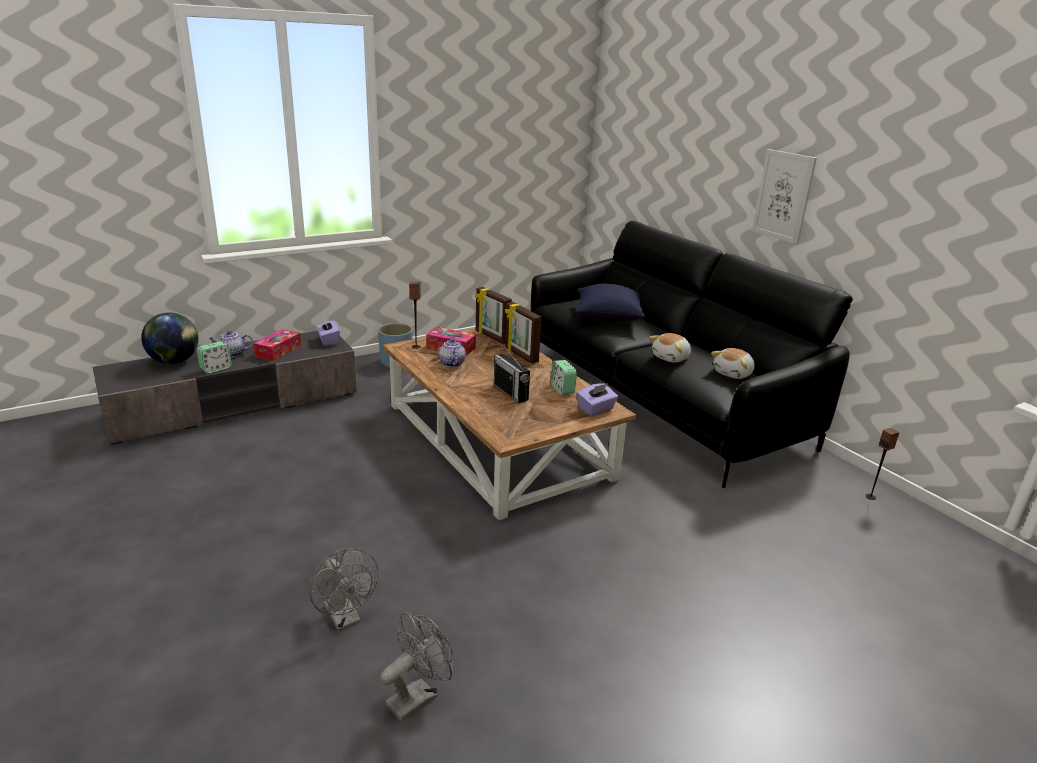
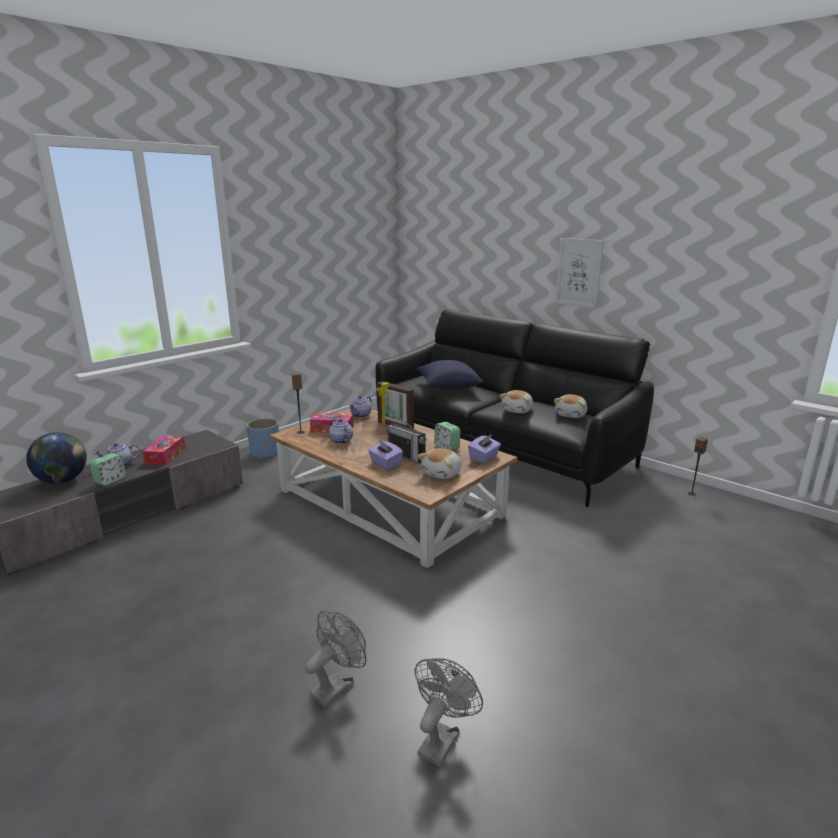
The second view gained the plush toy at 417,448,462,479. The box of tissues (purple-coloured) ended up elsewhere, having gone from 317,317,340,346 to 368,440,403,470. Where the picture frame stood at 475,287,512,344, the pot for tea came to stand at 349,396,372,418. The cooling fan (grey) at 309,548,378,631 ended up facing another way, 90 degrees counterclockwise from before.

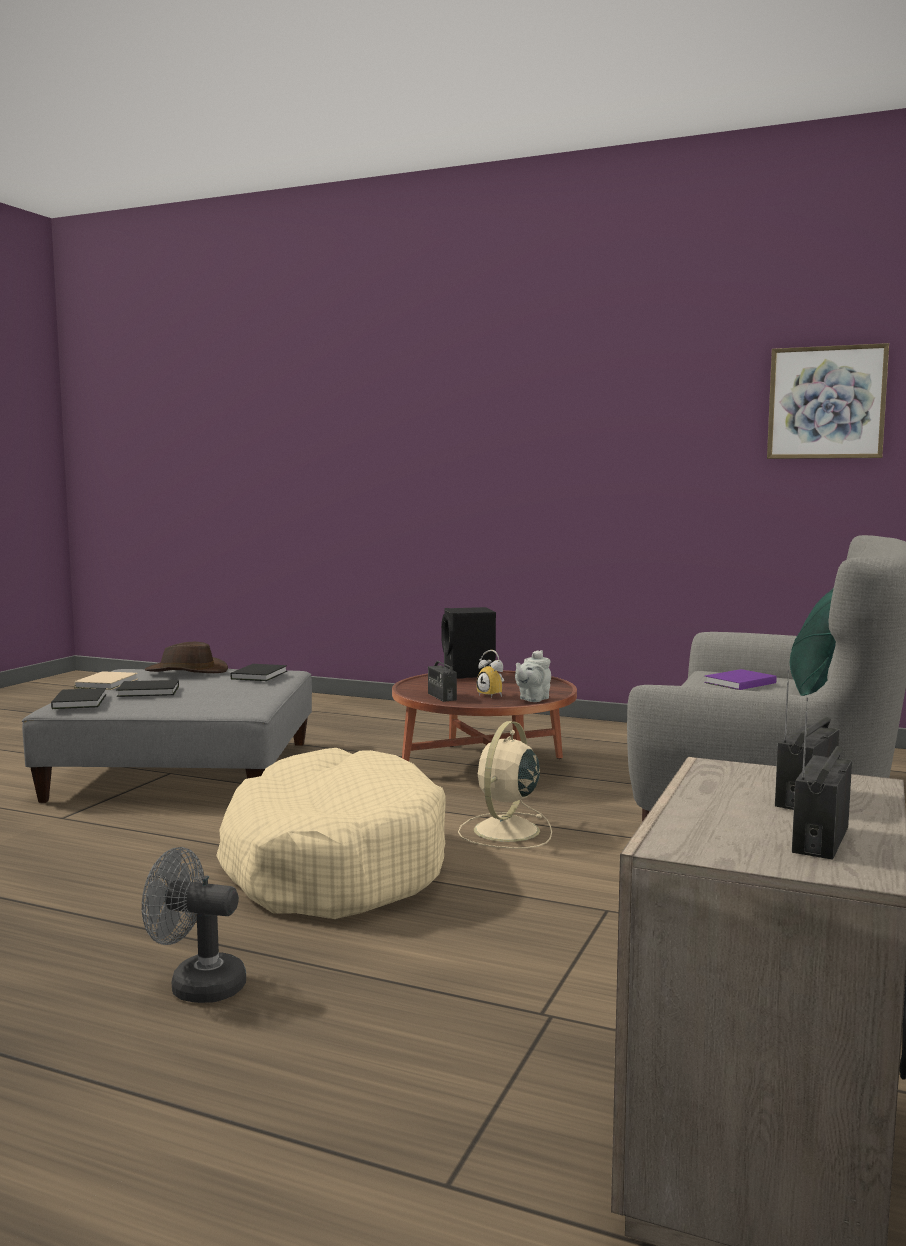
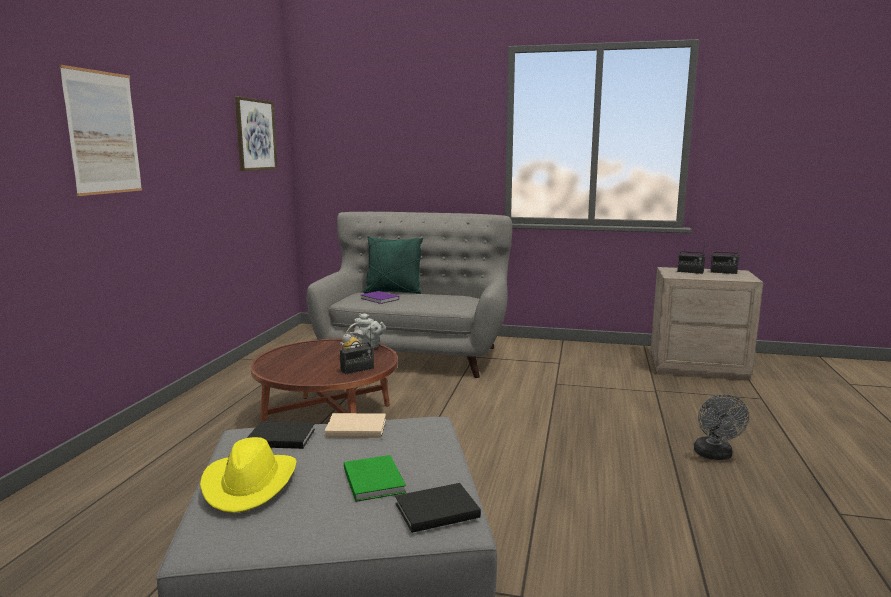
The second view lost the dog bed (beige-coloured) at 216,748,445,919. The second view lost the audio speaker (black) at 441,607,496,679. The second view lost the cooling fan (beige-coloured) at 458,721,552,849. The second view gained the picture at 59,65,142,196. The book (beige-coloured) ended up elsewhere, having gone from 74,671,138,690 to 325,413,386,438. What was the book (black) at 116,680,179,697 turned into the book (greenish) at 344,455,406,502. What was the clothing hat (brown) at 145,642,228,673 turned into the clothing hat (yellow-coloured) at 200,437,297,513.

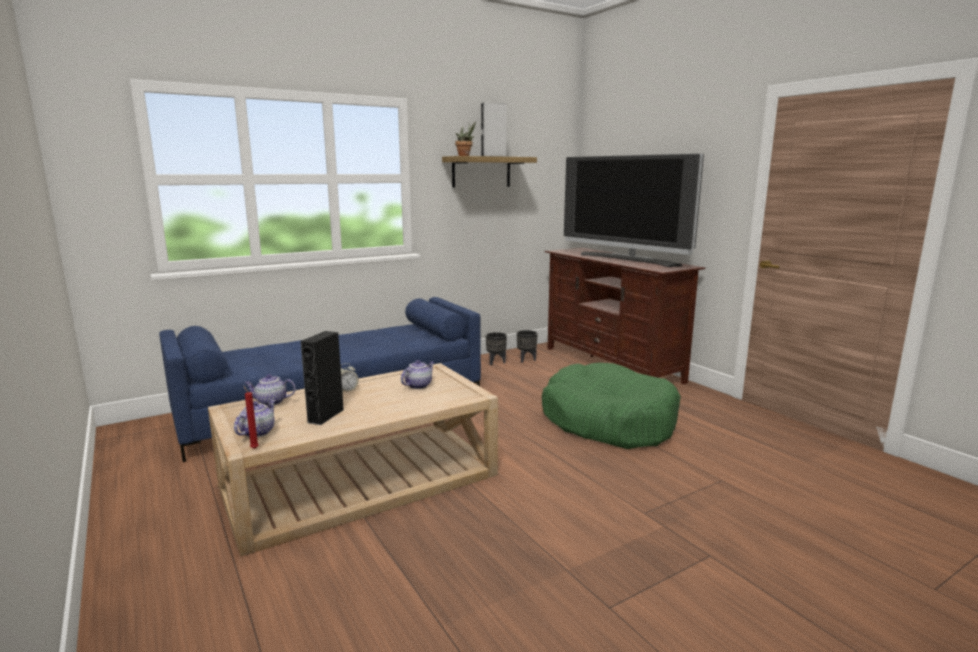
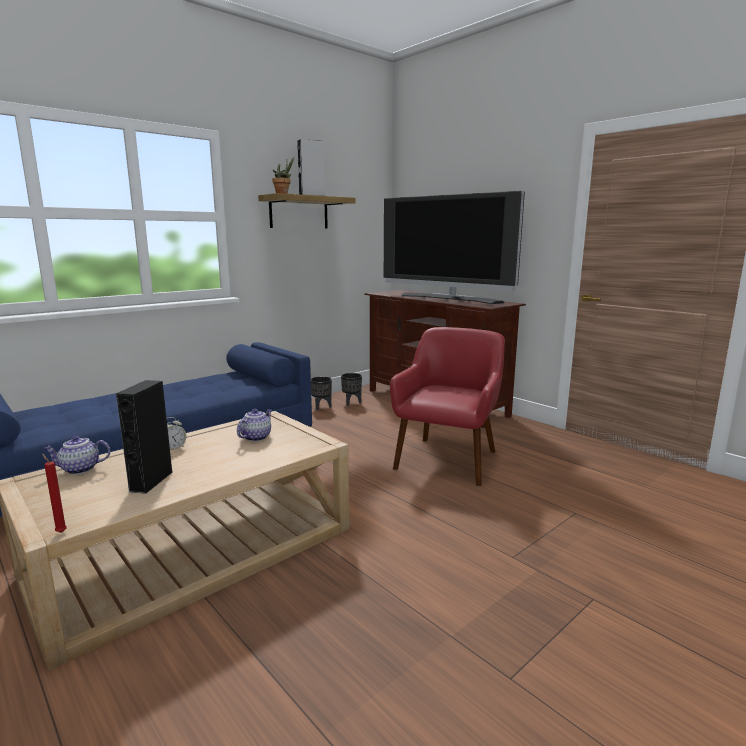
The second view lost the pot for tea at 234,400,276,437. Where the dog bed (greenish) stood at 542,363,681,449, the lounge chair (red-coloured) came to stand at 390,327,505,487.

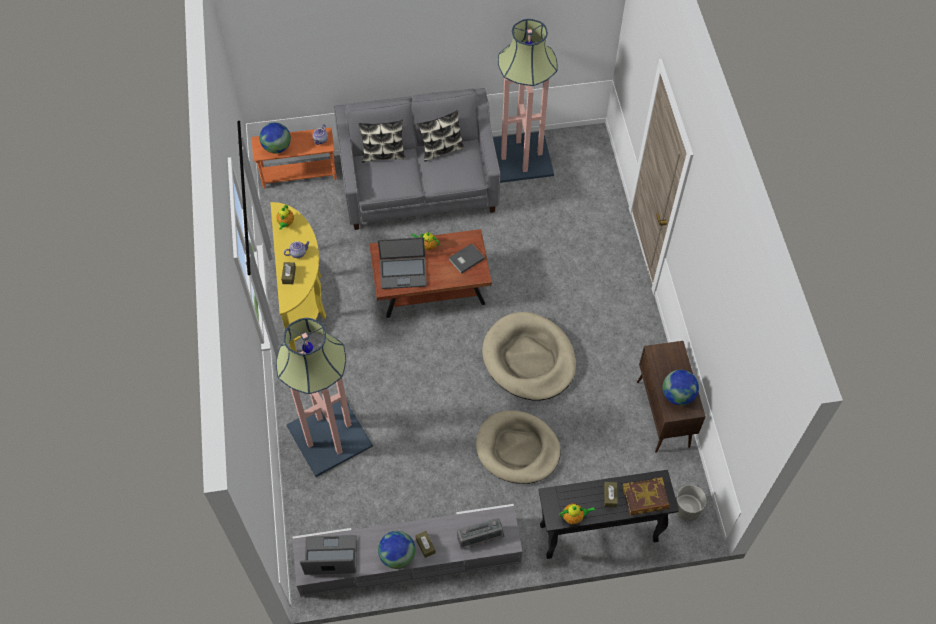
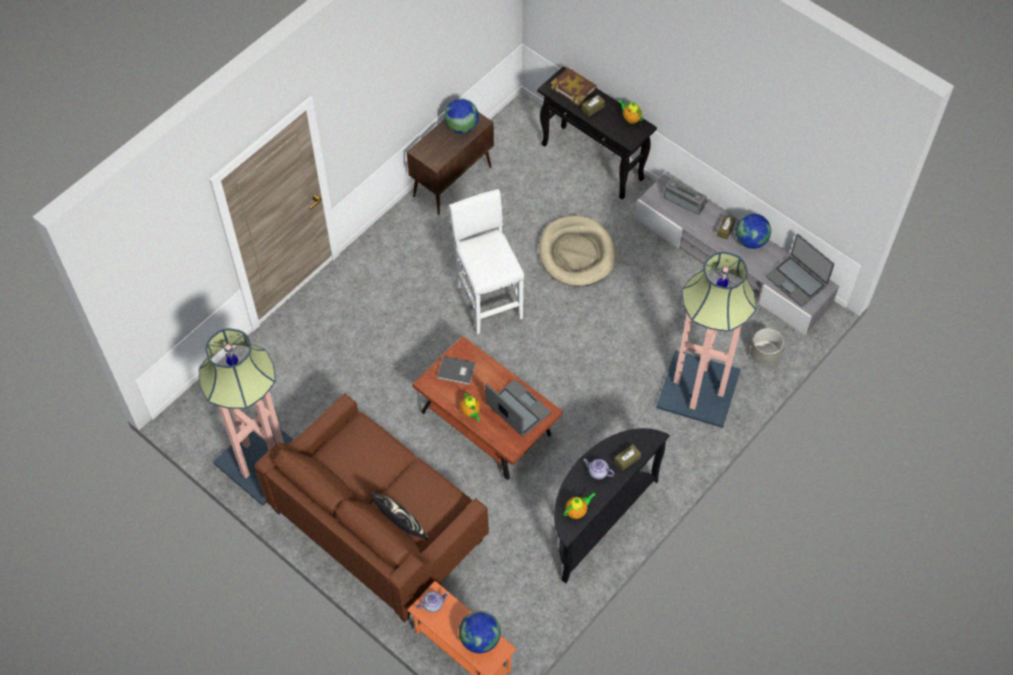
The second view lost the cushion at 417,110,465,162. The flower pot (grey) ended up elsewhere, having gone from 675,485,706,521 to 750,328,783,366. Where the dog bed (beige-coloured) stood at 482,312,576,401, the stool seat (white-coloured) came to stand at 449,189,524,334. What was the hall table (yellow-coloured) at 270,202,326,352 turned into the hall table (black) at 554,428,670,583. What was the couch (grey) at 334,88,500,230 turned into the couch (brown) at 254,393,489,622.

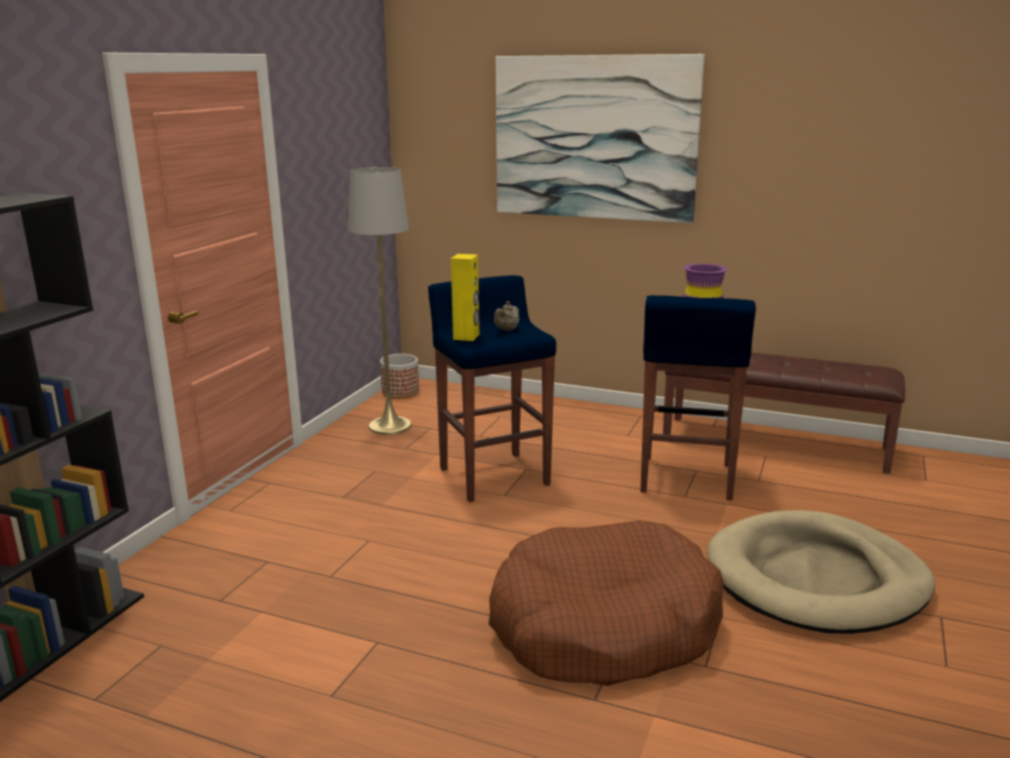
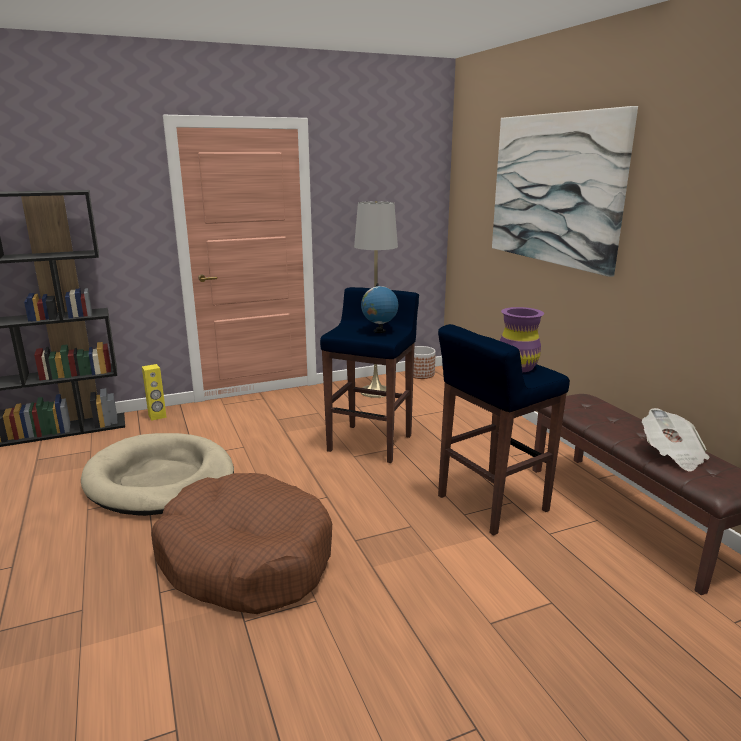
The second view gained the daily paper at 642,408,710,472. The audio speaker (yellow-coloured) ended up elsewhere, having gone from 451,254,479,341 to 142,364,167,421. The dog bed (beige-coloured) ended up elsewhere, having gone from 707,510,935,634 to 81,433,234,516. Where the pot for tea (beige-coloured) stood at 494,301,519,331, the globe came to stand at 361,283,398,333.

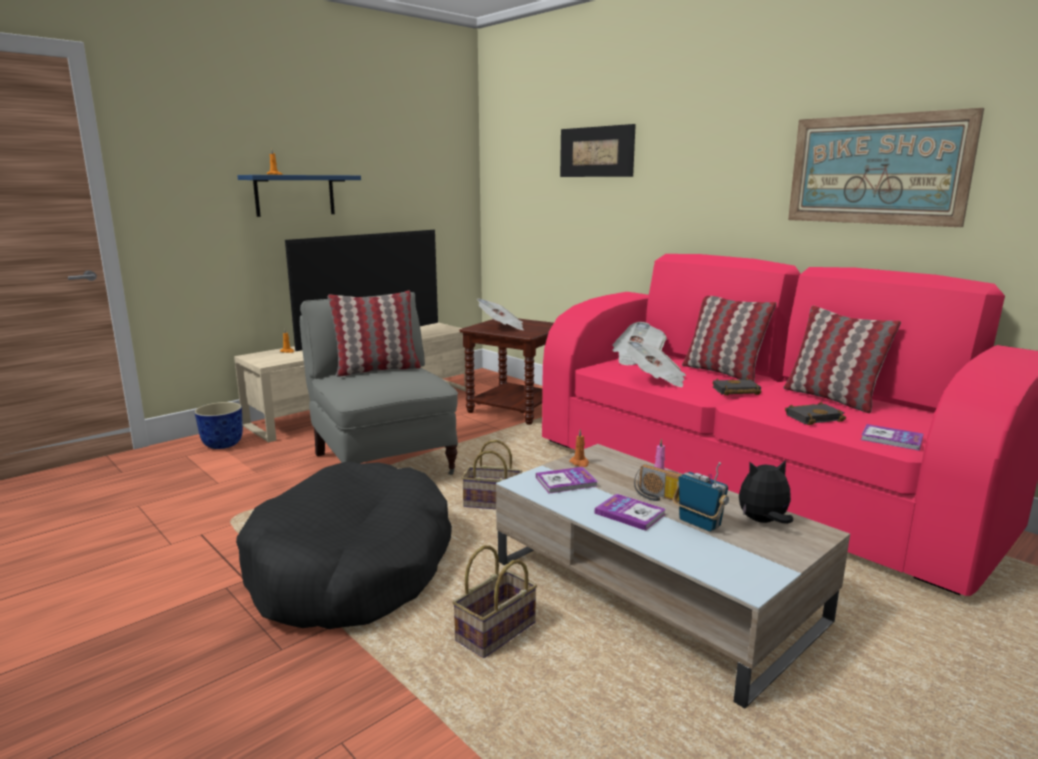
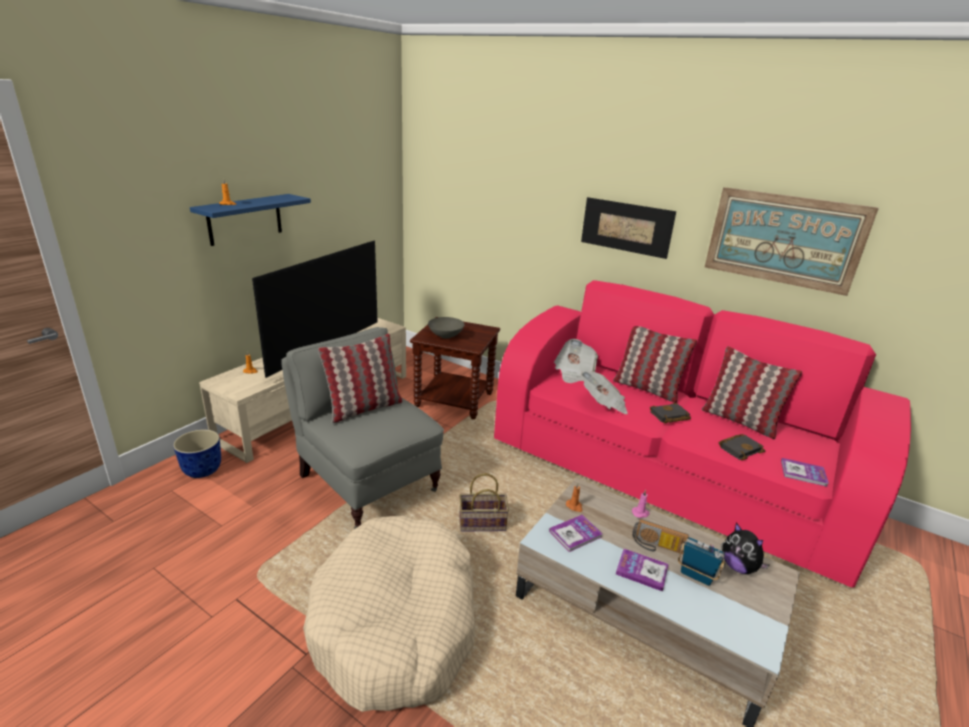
The second view lost the basket at 452,545,537,658. The picture ended up elsewhere, having gone from 560,124,636,177 to 581,197,676,259. Where the daily paper stood at 477,298,524,330, the deep dish (grey) came to stand at 428,317,465,339. What was the dog bed (black) at 236,461,452,629 turned into the dog bed (beige-coloured) at 303,515,475,712. The plush toy at 739,460,793,524 ended up facing another way, 105 degrees counterclockwise from before.

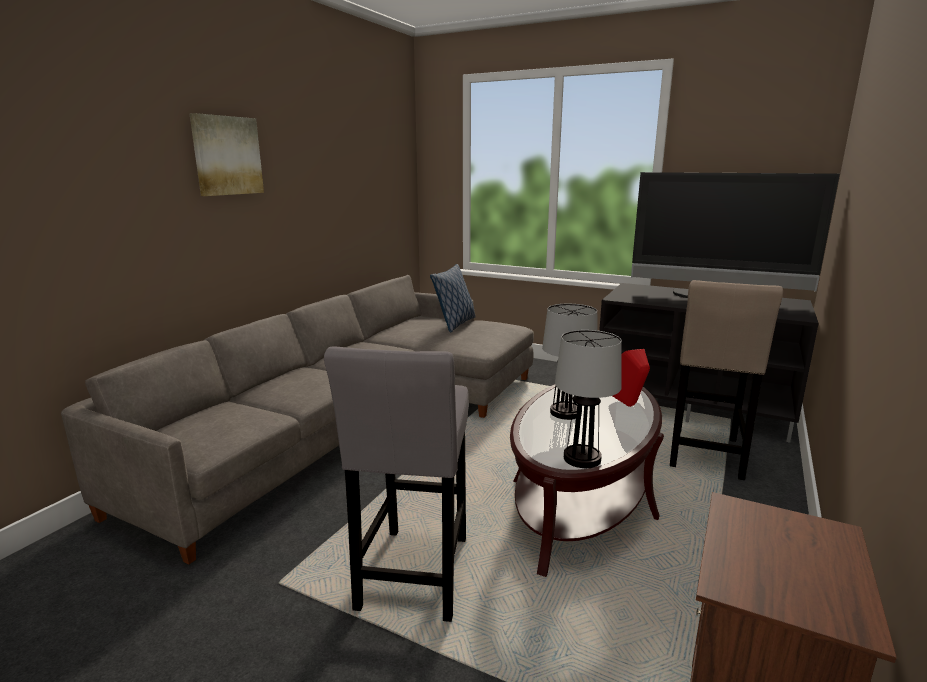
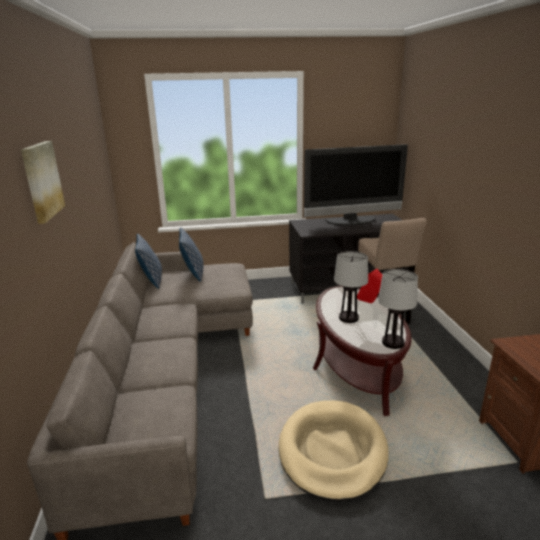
The second view gained the cushion at 135,234,162,289. Where the stool seat (grey) stood at 324,346,469,622, the dog bed (beige-coloured) came to stand at 279,400,389,502.

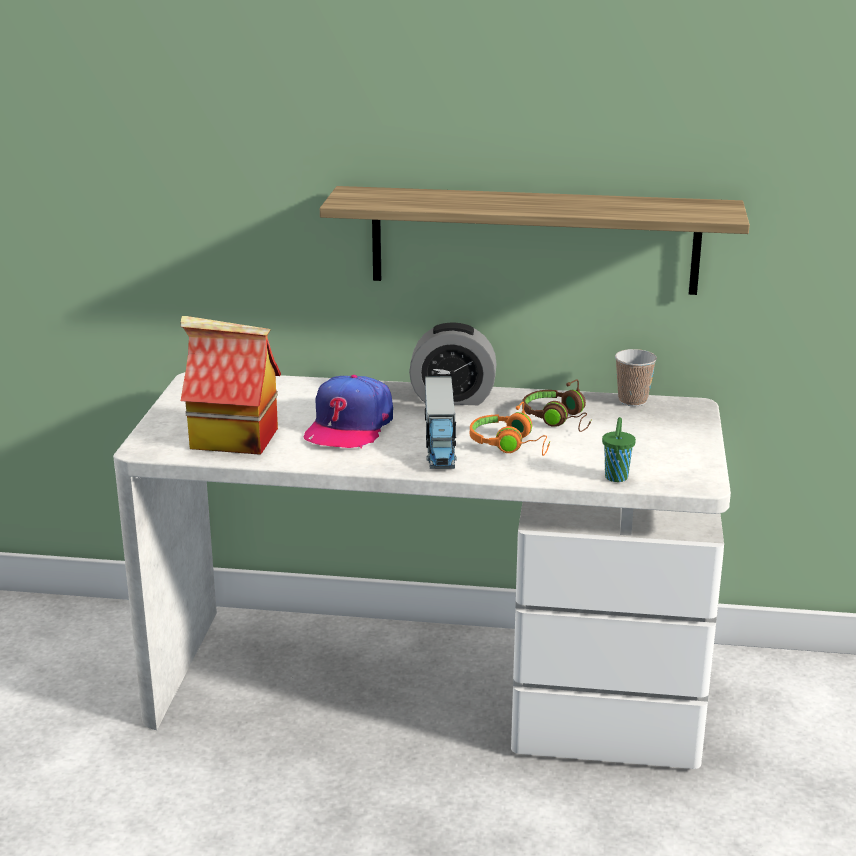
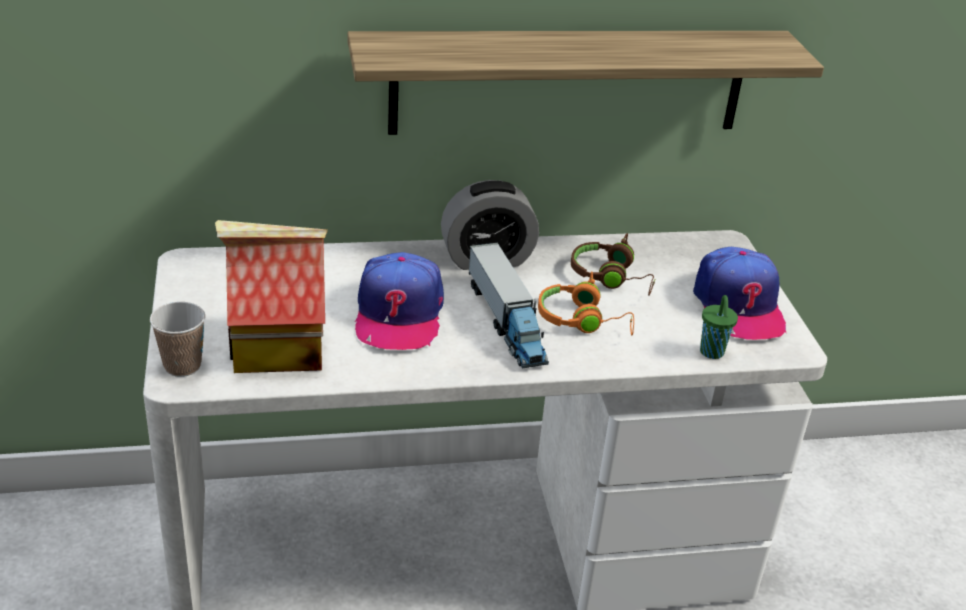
The second view gained the cap at 693,247,786,340. The small cup ended up elsewhere, having gone from 615,349,657,406 to 150,302,205,377.

